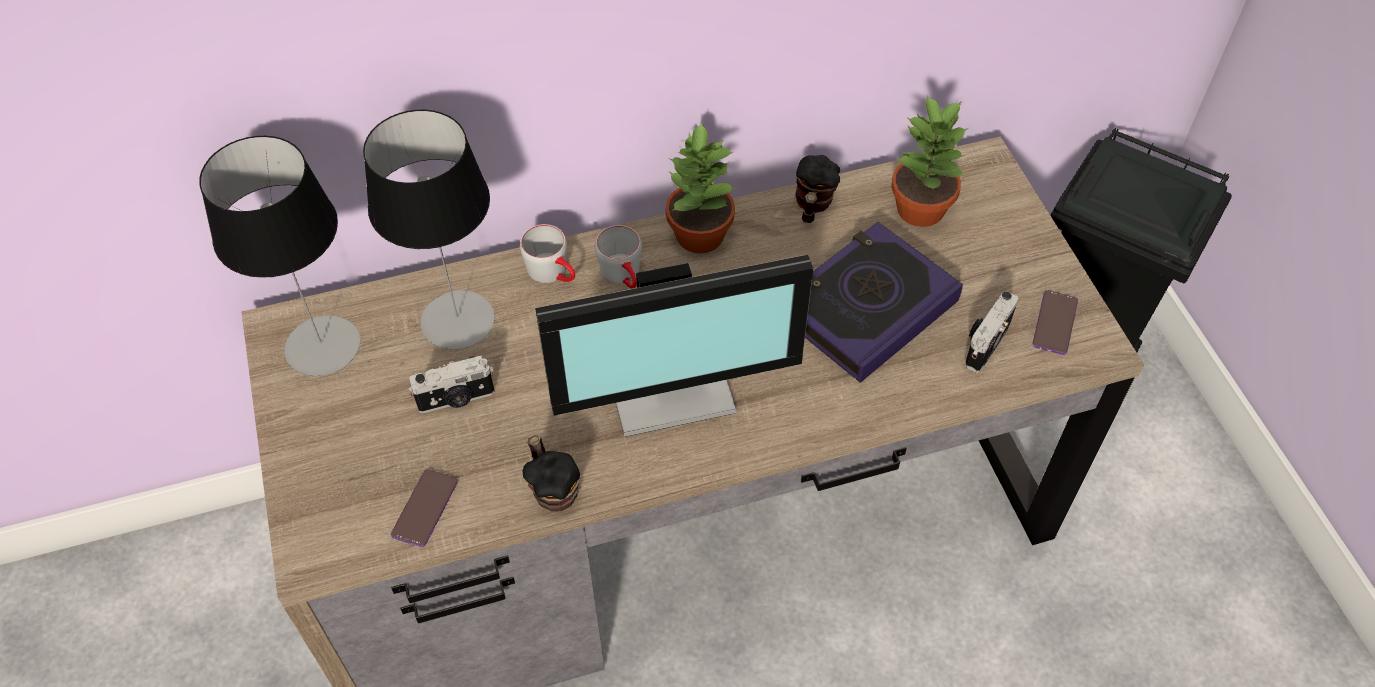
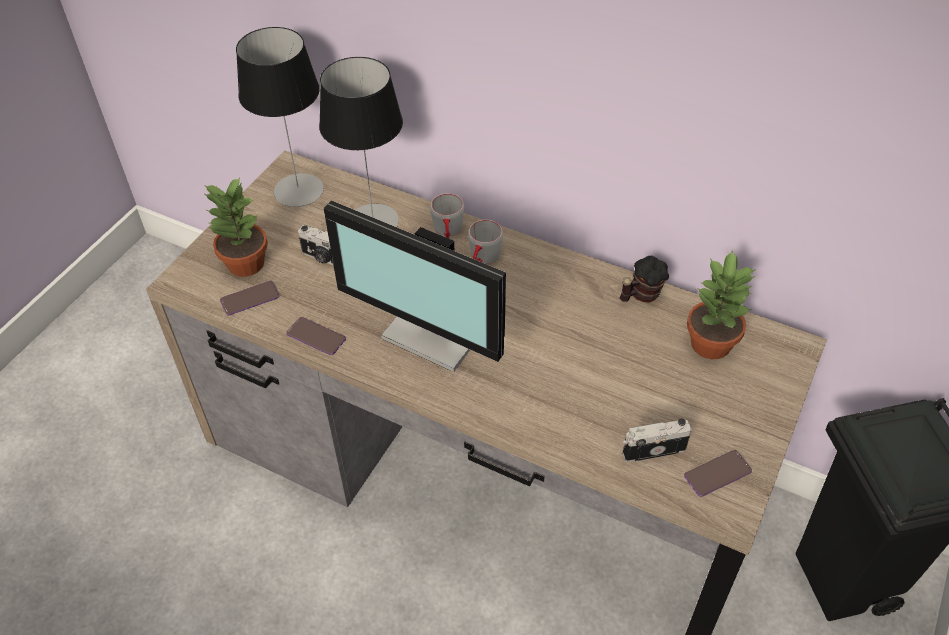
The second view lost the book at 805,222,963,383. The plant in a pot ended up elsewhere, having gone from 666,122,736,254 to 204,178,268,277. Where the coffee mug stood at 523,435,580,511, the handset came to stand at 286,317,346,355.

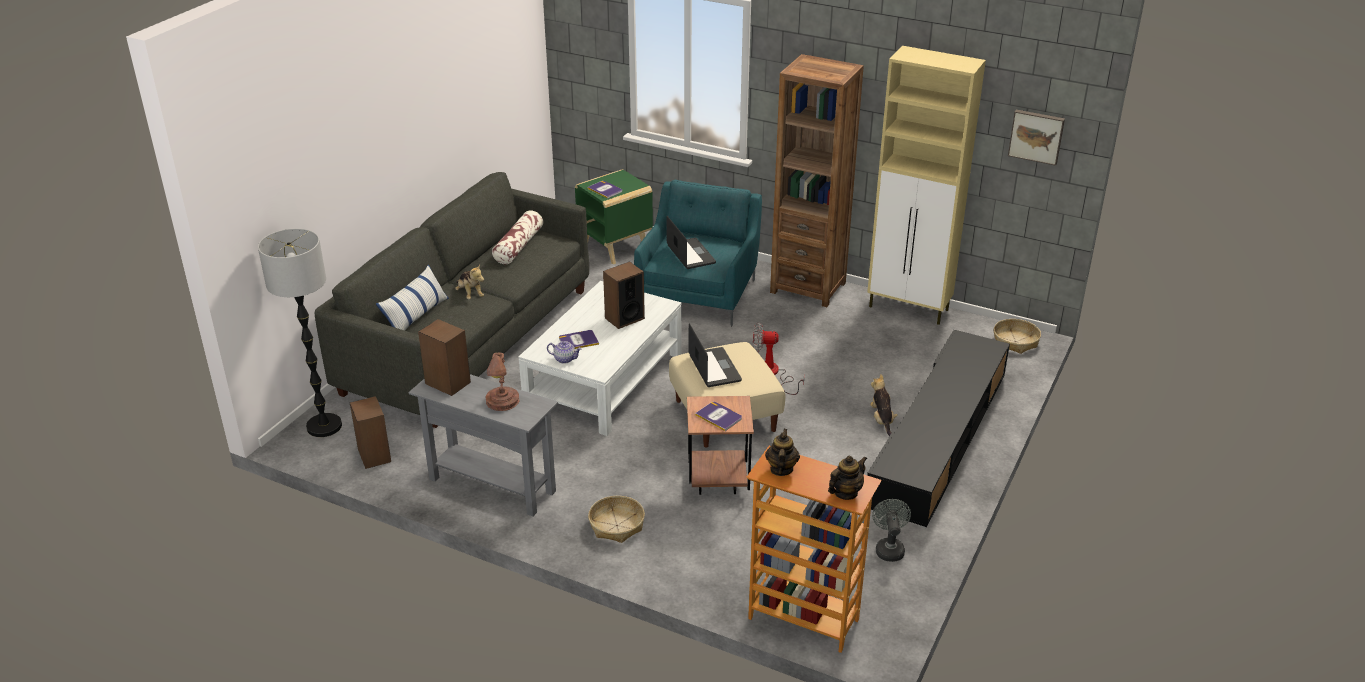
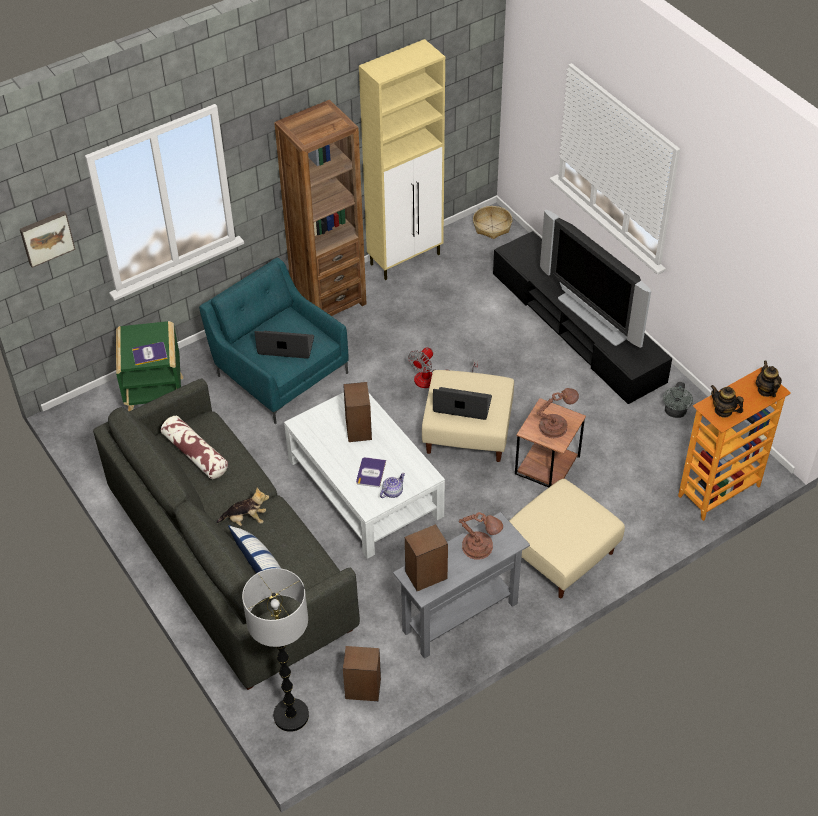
The second view lost the plush toy at 870,374,898,436. The second view gained the television at 540,209,651,348. The picture ended up elsewhere, having gone from 1008,110,1065,166 to 20,211,76,268. Where the basket stood at 588,496,645,543, the ottoman (beige-coloured) came to stand at 509,479,625,598. Where the book stood at 695,402,742,431, the lamp for a table (brown) came to stand at 537,388,579,438. The cooling fan (grey) at 872,499,911,562 ended up facing another way, 105 degrees counterclockwise from before.

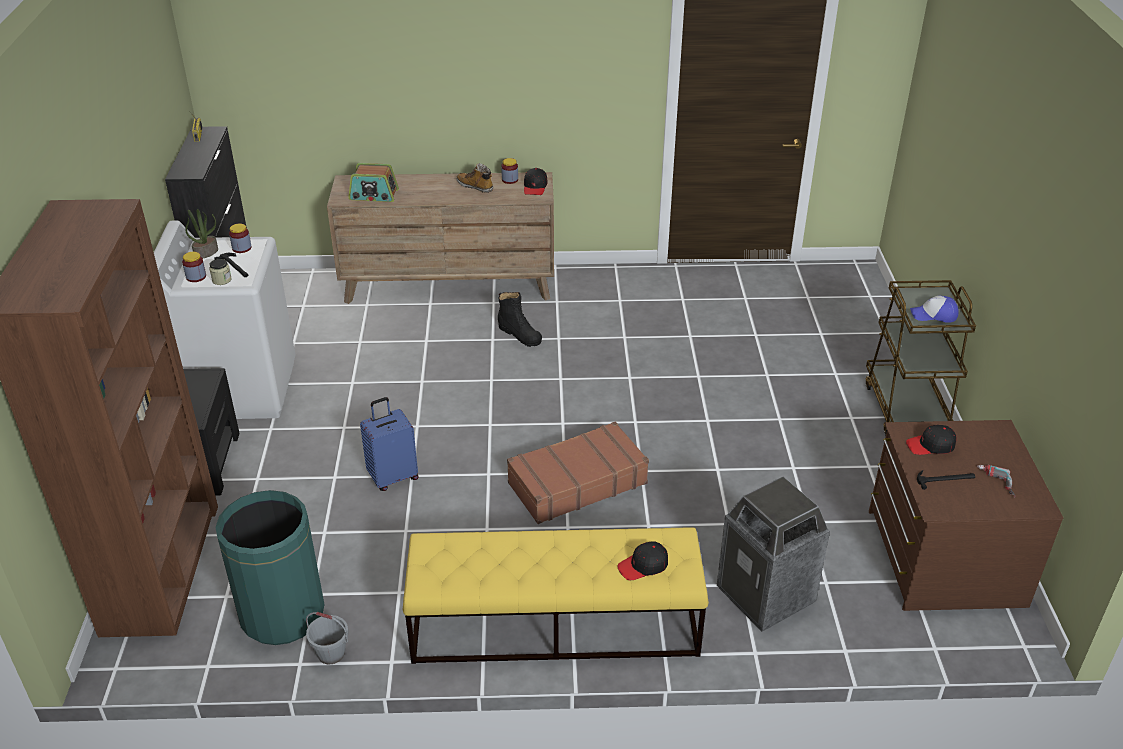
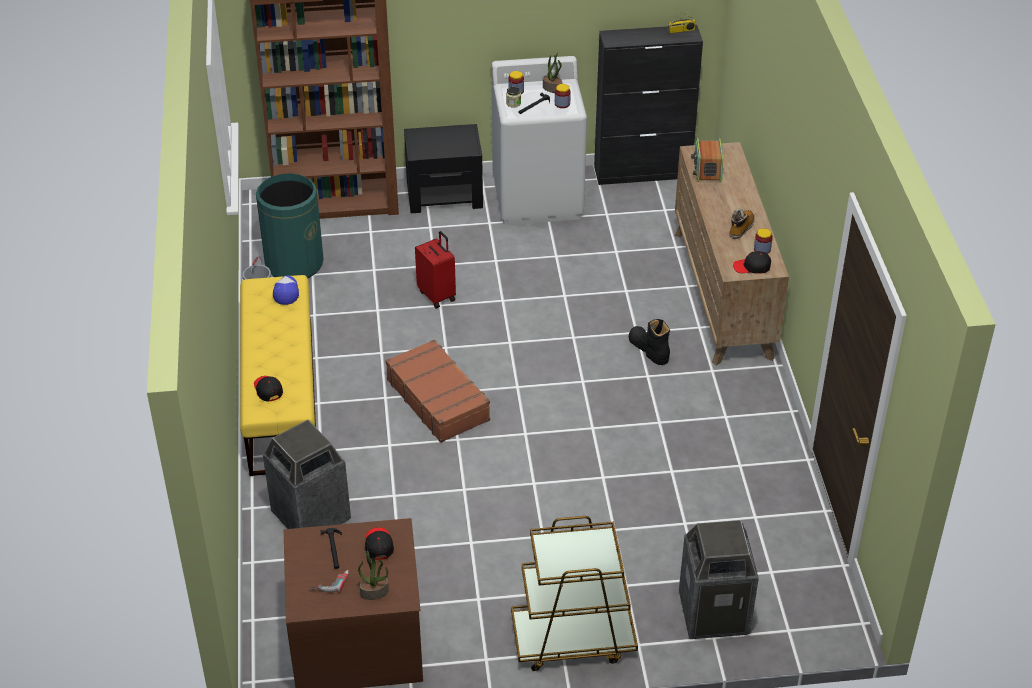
The second view gained the plant in a pot at 358,551,389,600. The second view gained the trash can at 679,520,759,639. The cap ended up elsewhere, having gone from 910,295,959,323 to 273,275,299,305. What was the suitcase (blue) at 360,397,419,491 turned into the suitcase (red-coloured) at 415,231,456,308. The tall boot (black) at 498,292,542,347 ended up facing another way, 105 degrees clockwise from before.

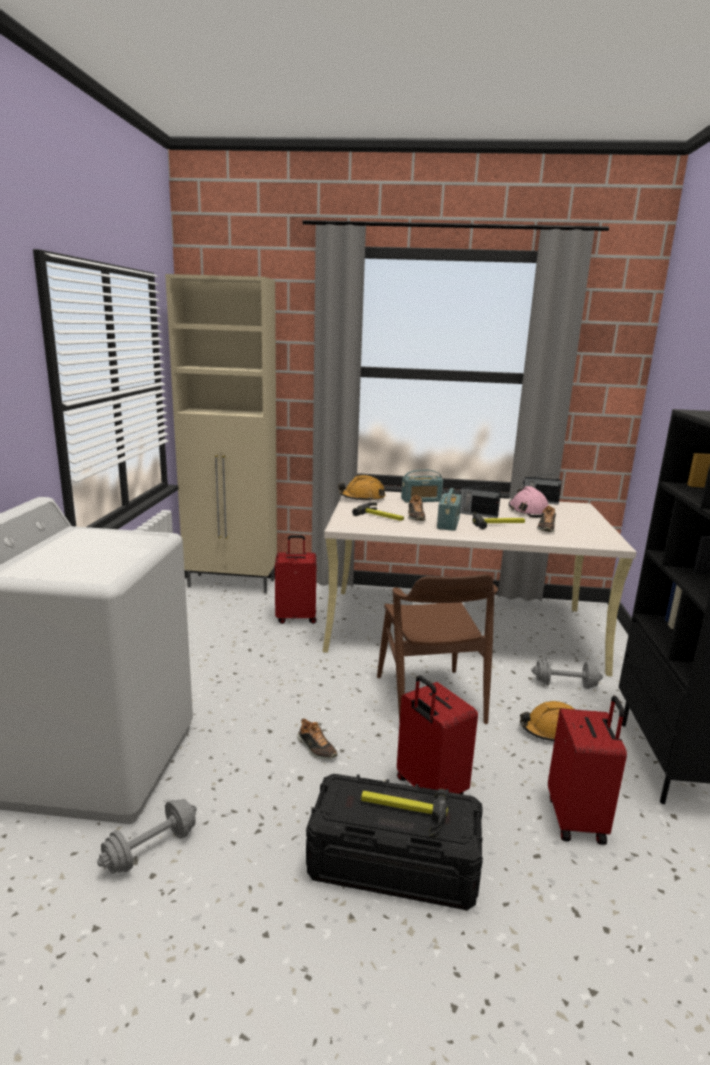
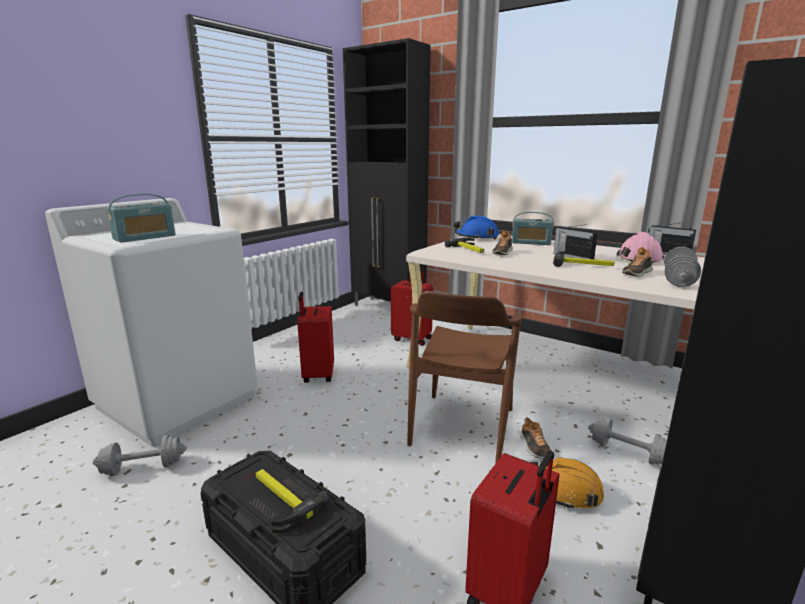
The second view gained the dumbbell (grey) at 664,247,701,287. The low shoe ended up elsewhere, having gone from 297,718,338,759 to 520,417,551,459. The suitcase (red-coloured) ended up elsewhere, having gone from 397,675,478,794 to 297,292,334,383. The radio ended up elsewhere, having gone from 437,488,462,531 to 107,194,175,243. What was the cabinet (beige-coloured) at 165,274,277,593 turned into the cabinet (black) at 343,38,431,306. What was the safety helmet (orange) at 338,475,386,502 turned into the safety helmet (blue) at 454,216,499,239.

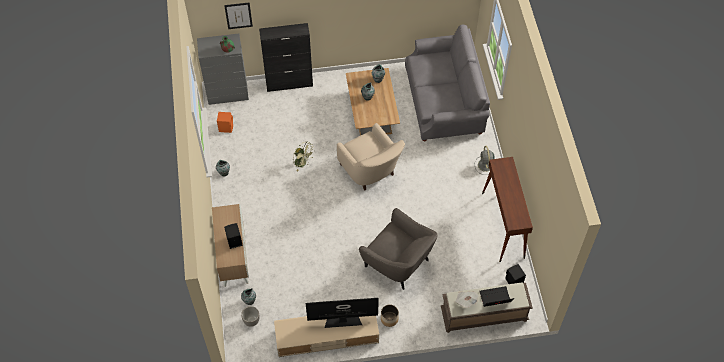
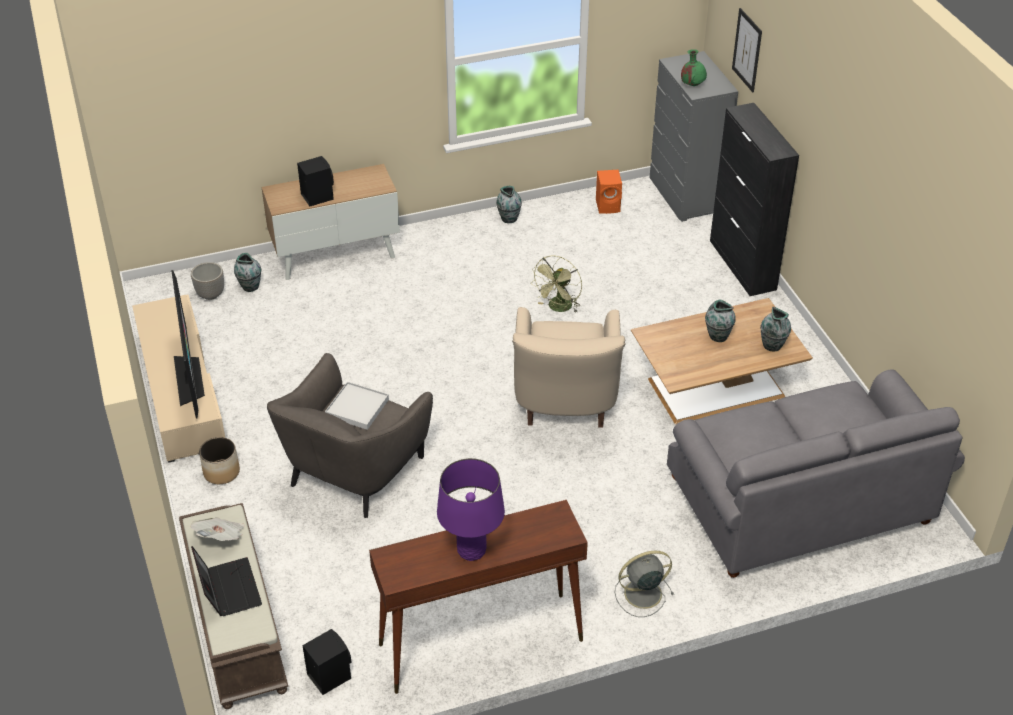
The second view gained the serving tray (white-coloured) at 325,382,389,430. The second view gained the lamp for a table (purple-coloured) at 437,458,505,561. The lounge chair (beige-coloured) at 337,123,405,191 ended up facing another way, 45 degrees counterclockwise from before.

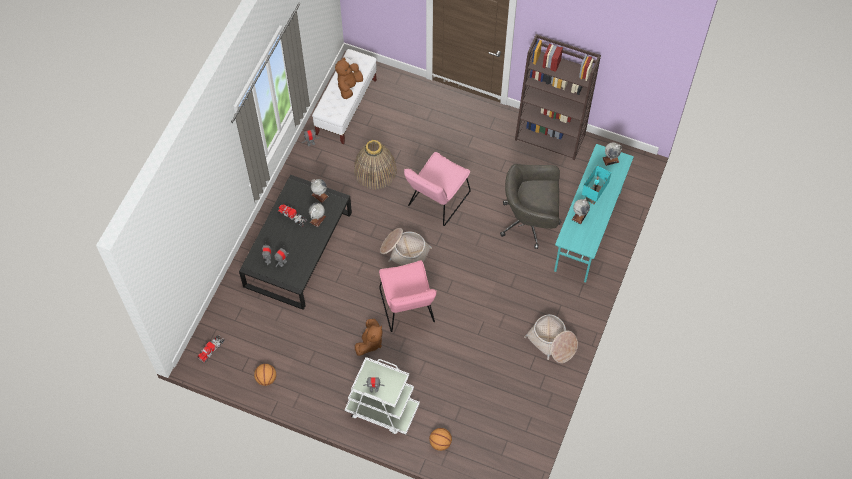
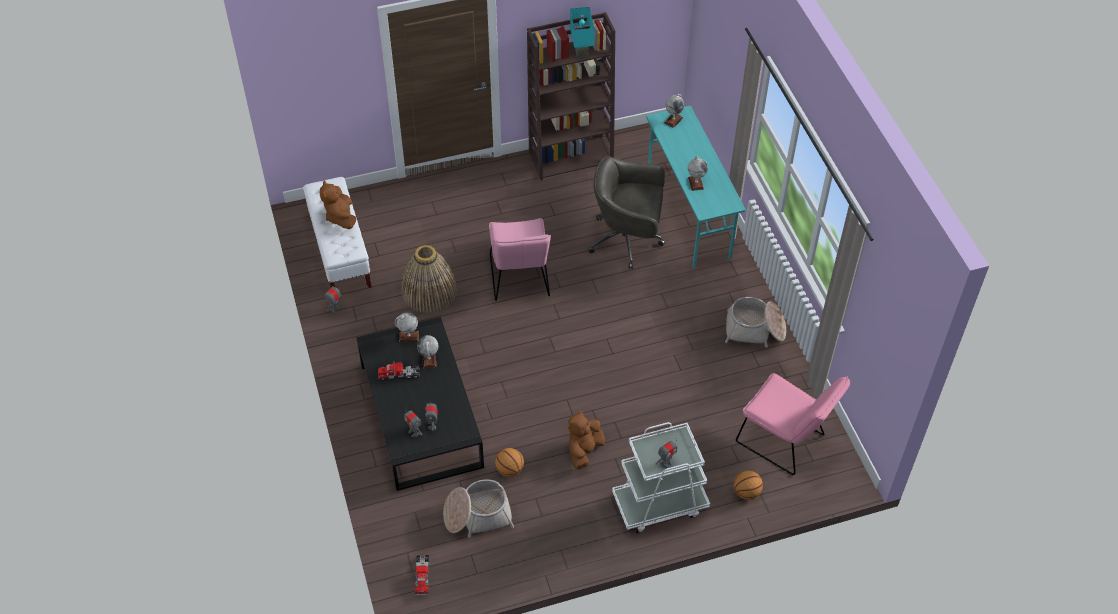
The ball for basketball ended up elsewhere, having gone from 254,364,276,386 to 495,448,524,477. The chair (pinkish) ended up elsewhere, having gone from 379,261,437,332 to 736,373,850,475. The basket ended up elsewhere, having gone from 380,228,432,266 to 443,479,514,538. The lamp for a table (turquoise-coloured) ended up elsewhere, having gone from 582,166,611,204 to 570,7,594,57. The plush toy (brown) at 355,319,382,356 ended up facing another way, 135 degrees counterclockwise from before. The office chair (grey) at 500,164,561,249 ended up facing another way, 45 degrees clockwise from before.

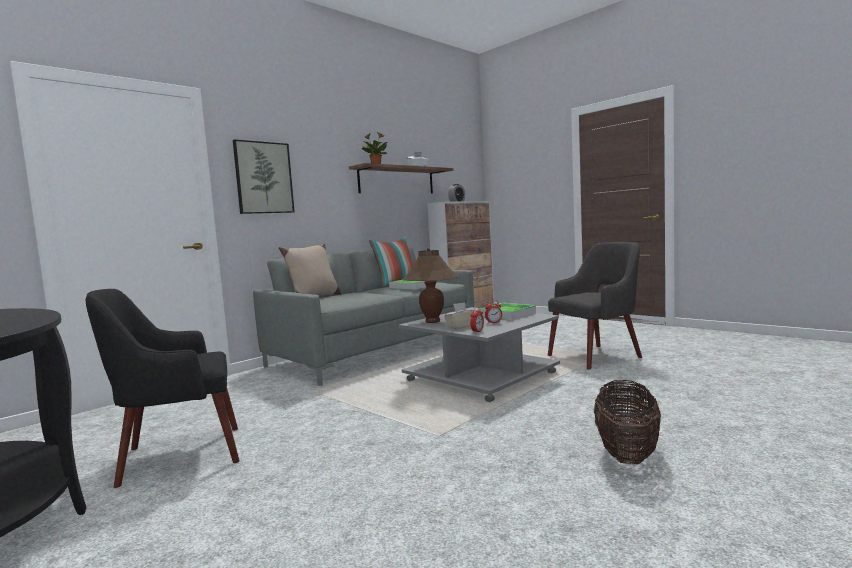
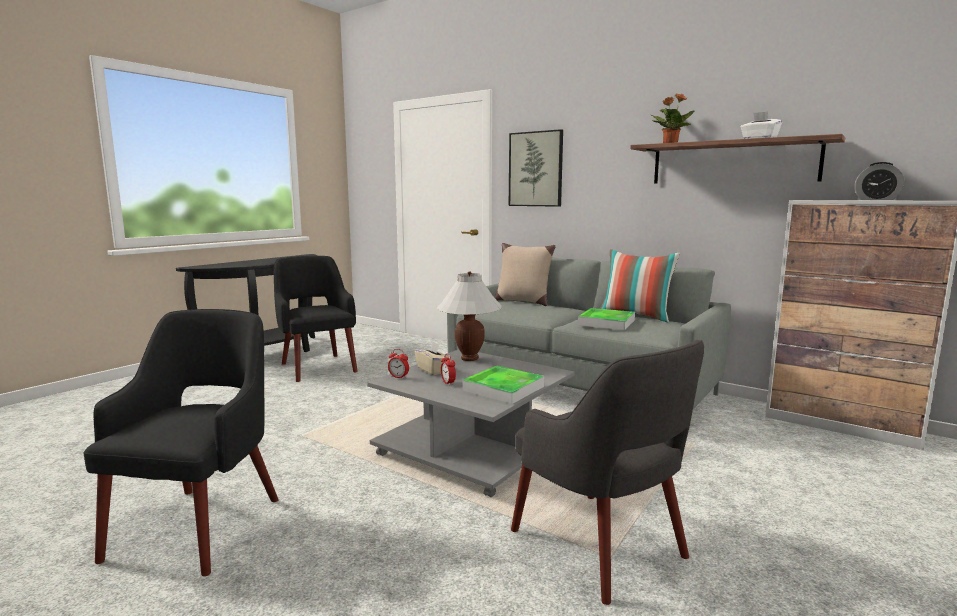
Where the basket stood at 594,380,661,464, the lounge chair (black) came to stand at 83,309,279,576. What was the lamp for a table (brown) at 403,248,458,323 turned into the lamp for a table (white-coloured) at 436,271,502,361.

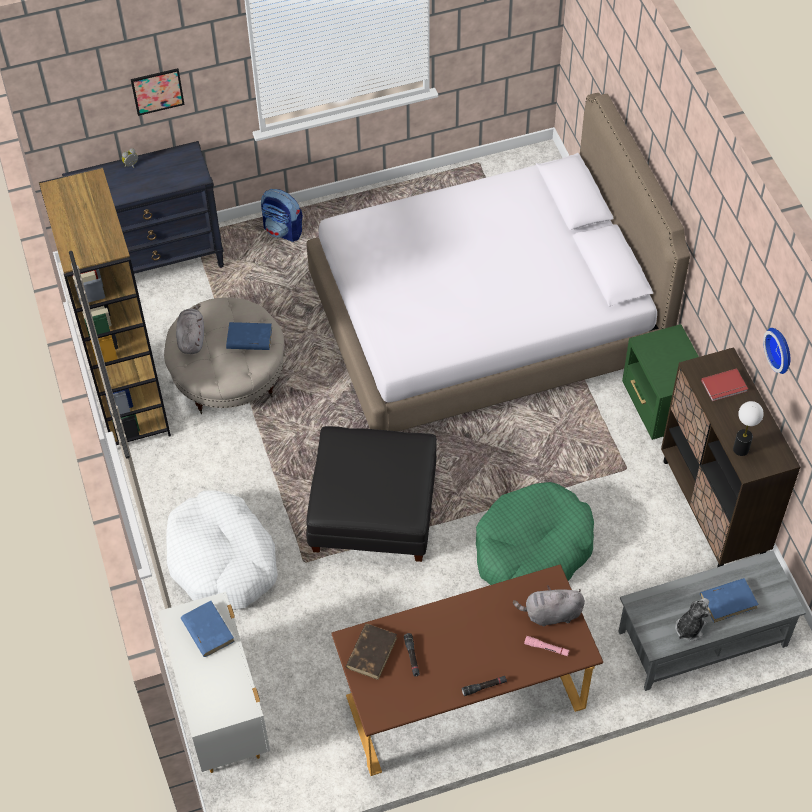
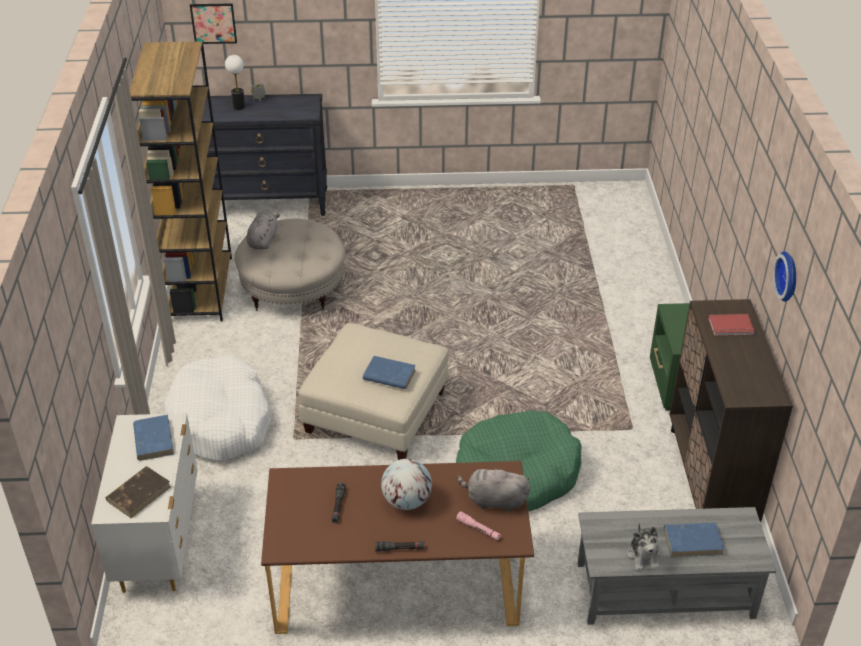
The second view lost the knapsack at 261,189,303,242. The second view lost the bedroom bed (white-coloured) at 306,93,690,431. The second view gained the globe at 381,459,432,510. The picture ended up elsewhere, having gone from 131,68,184,116 to 190,3,237,44. The book (blue) ended up elsewhere, having gone from 226,322,272,350 to 363,356,416,389. The book (brown) ended up elsewhere, having gone from 346,624,397,680 to 106,466,171,518. The lamp for a table ended up elsewhere, having gone from 733,401,764,456 to 225,55,245,110. What was the ottoman (black) at 306,426,437,562 turned into the ottoman (beige-coloured) at 298,323,448,460. The plush toy at 675,598,711,641 ended up facing another way, 120 degrees clockwise from before.

